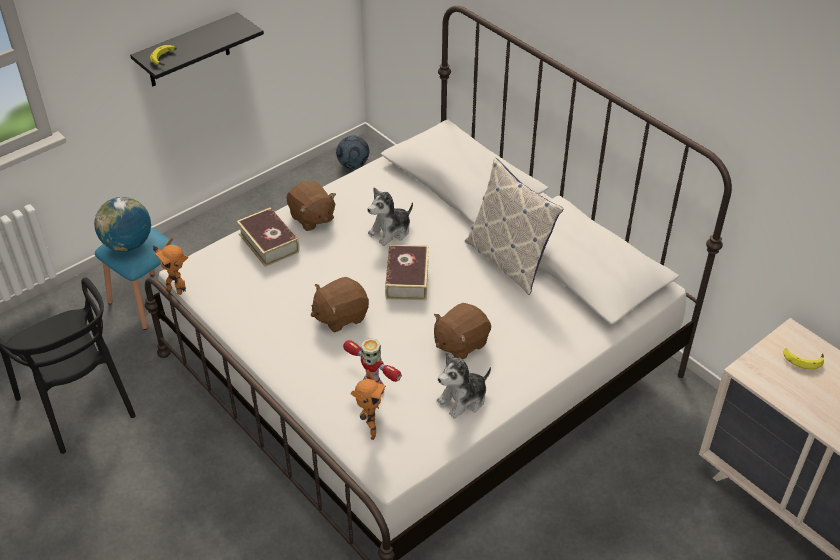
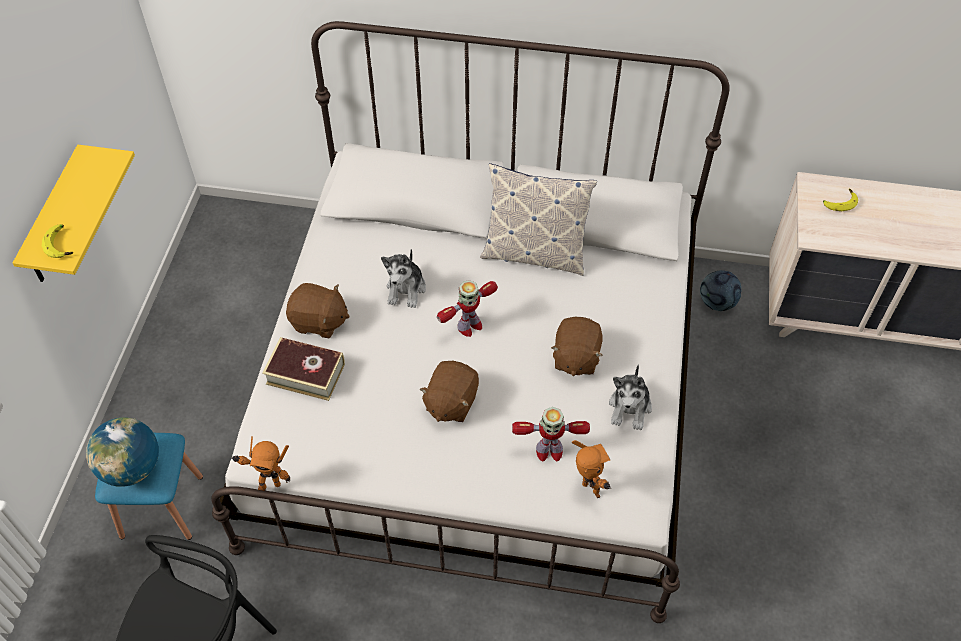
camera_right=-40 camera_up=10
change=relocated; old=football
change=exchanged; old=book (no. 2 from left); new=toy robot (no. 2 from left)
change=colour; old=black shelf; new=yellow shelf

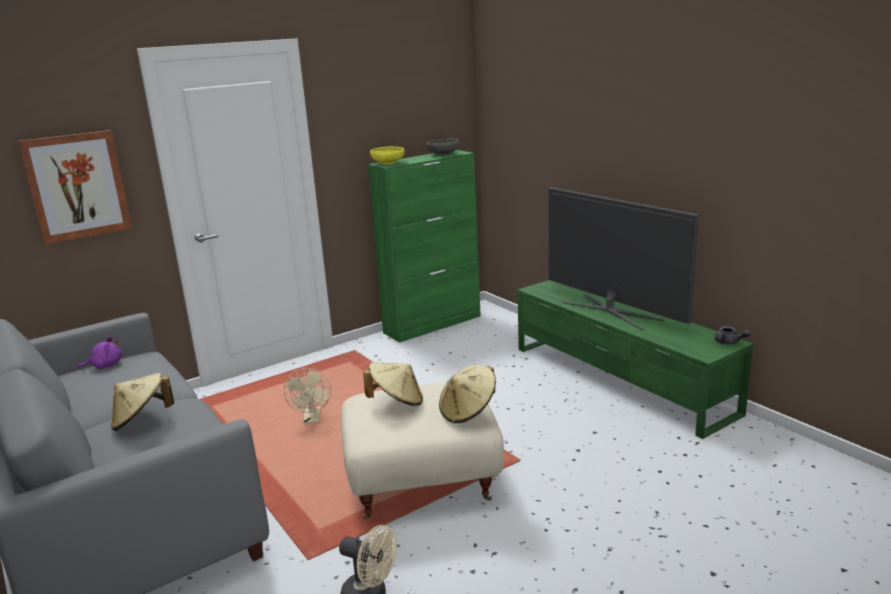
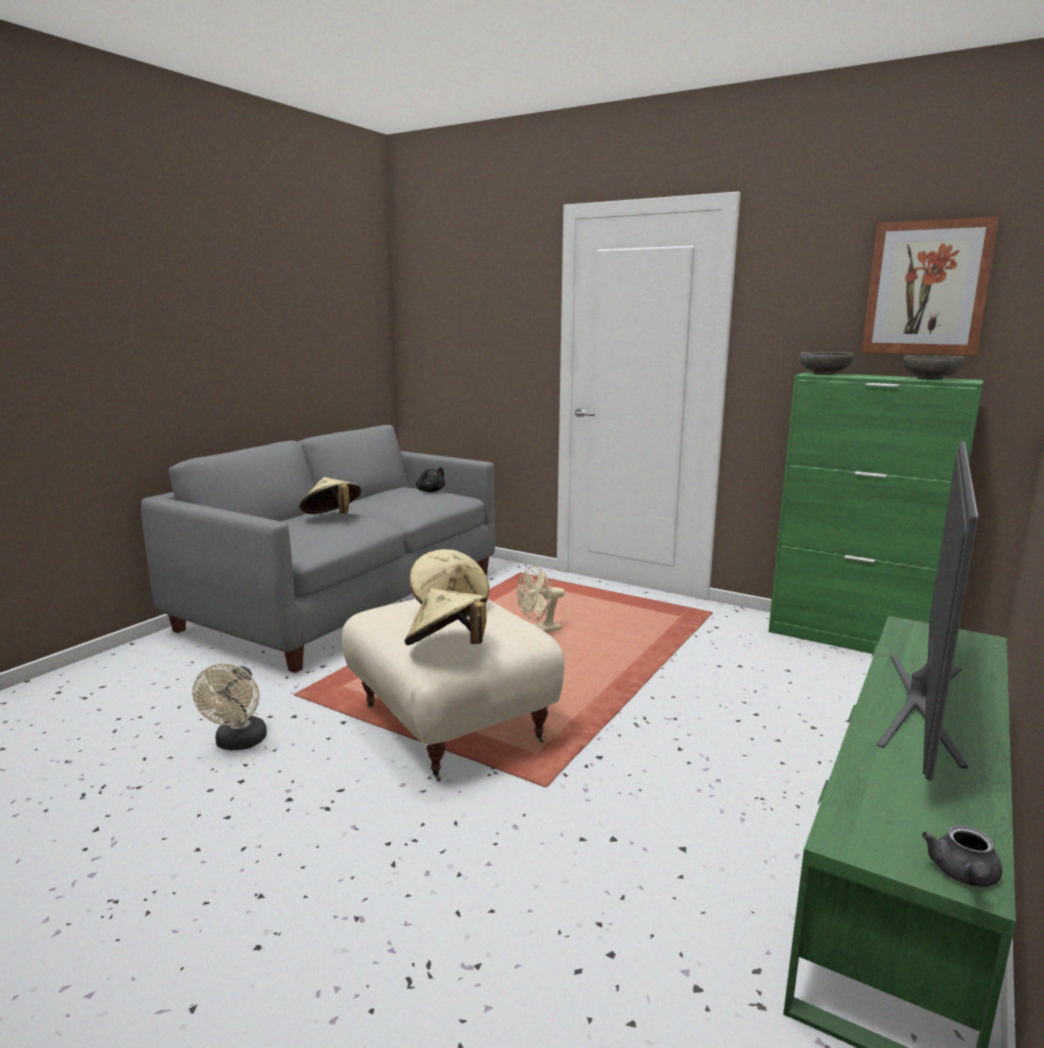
camera_right=65 camera_up=-5
change=relocated; old=picture
change=colour; old=purple plush toy; new=black plush toy
change=colour; old=yellow bowl; new=grey bowl (no. 1 from left)

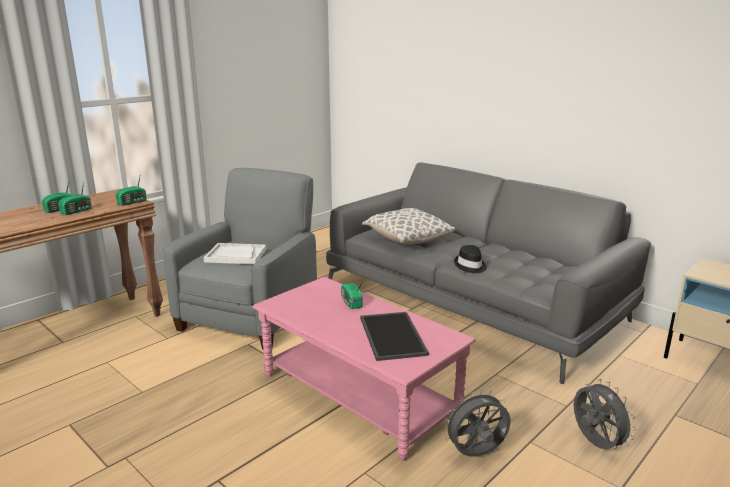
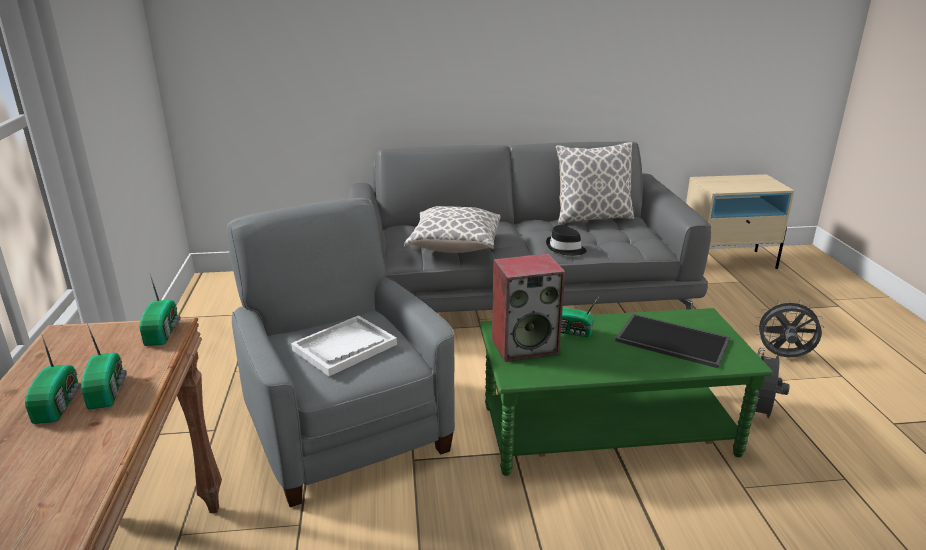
camera_right=-50 camera_up=5
change=appeared; new=speaker
change=appeared; new=pillow (no. 2 from left)
change=colour; old=pink coffee table; new=green coffee table

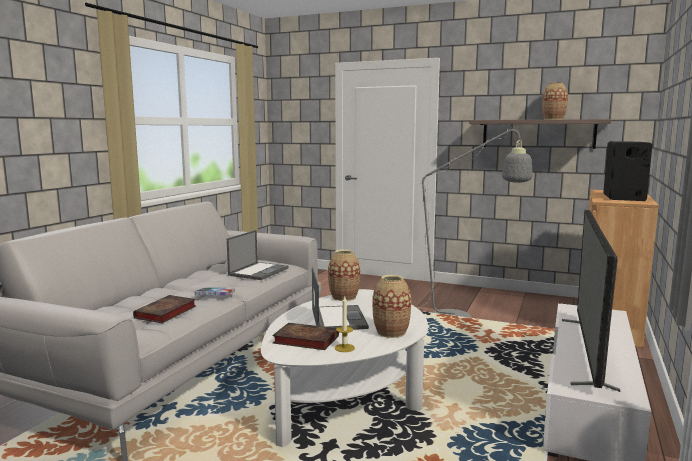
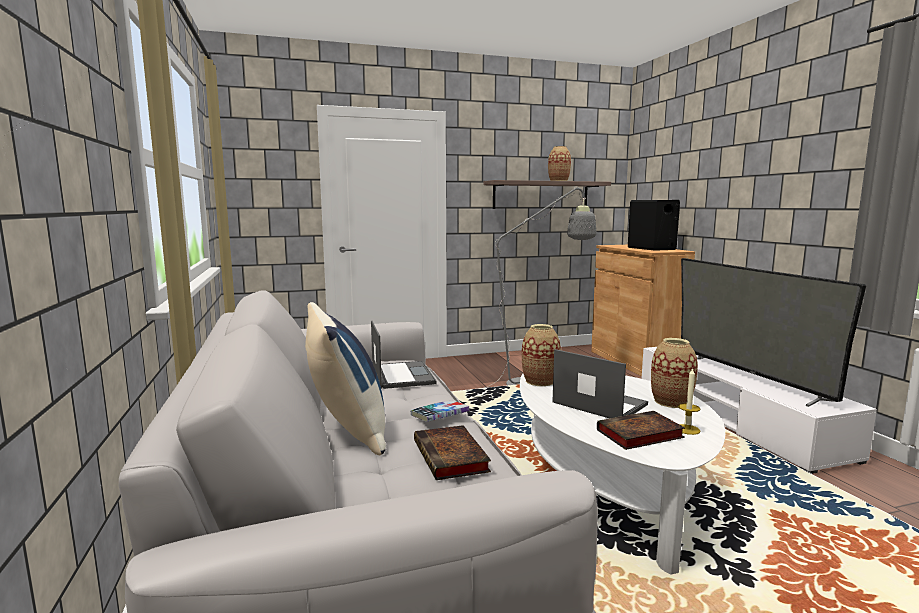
camera_right=-40 camera_up=0
change=appeared; new=blue pillow

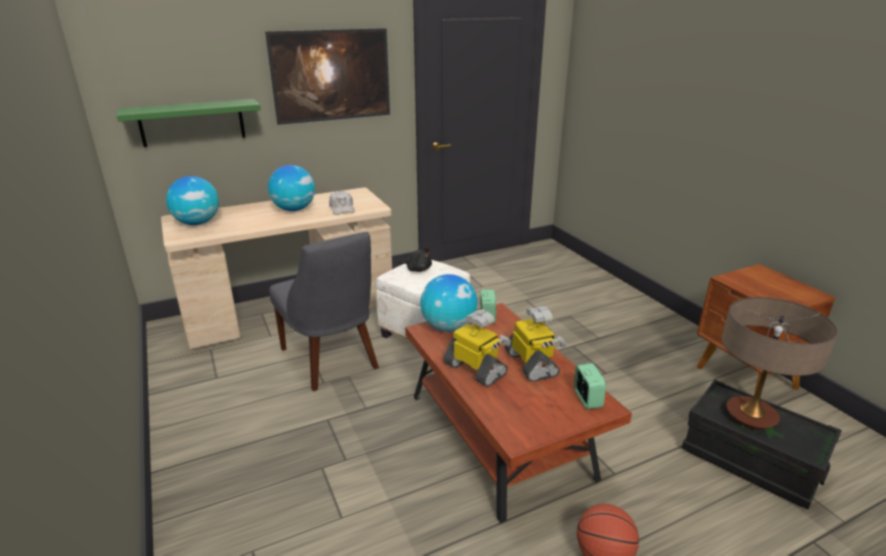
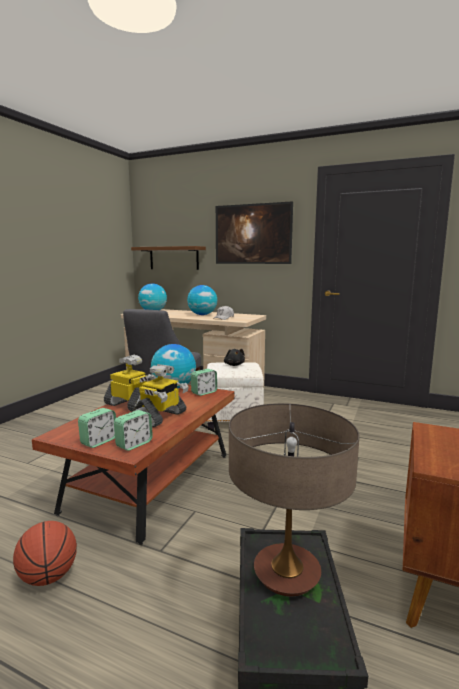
camera_right=50 camera_up=-15
change=appeared; new=alarm clock (no. 1 from left)
change=colour; old=green shelf; new=brown shelf
change=spun; old=toy robot (no. 1 from left); degrees=-60

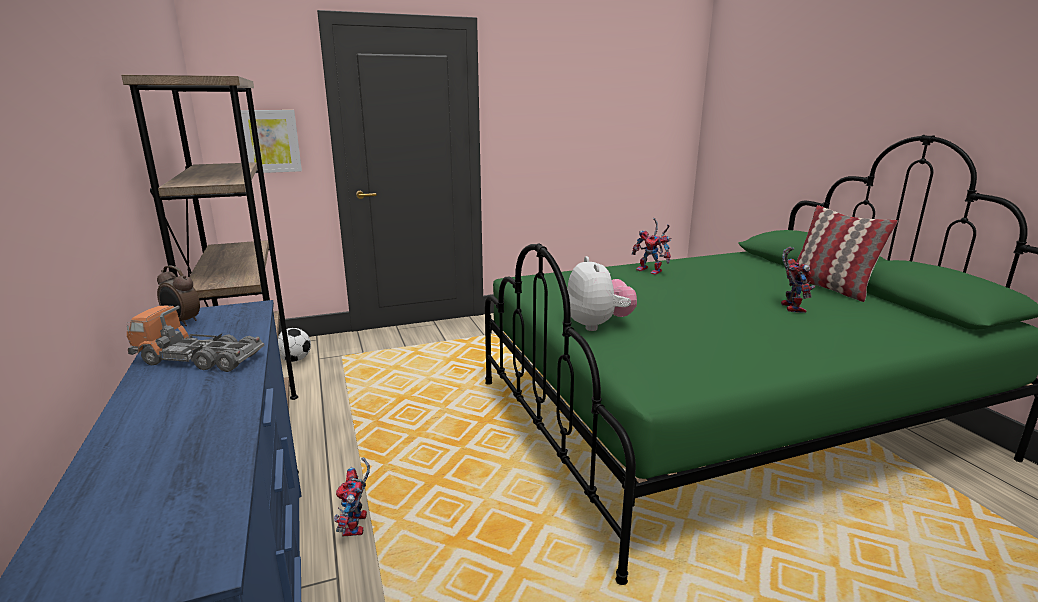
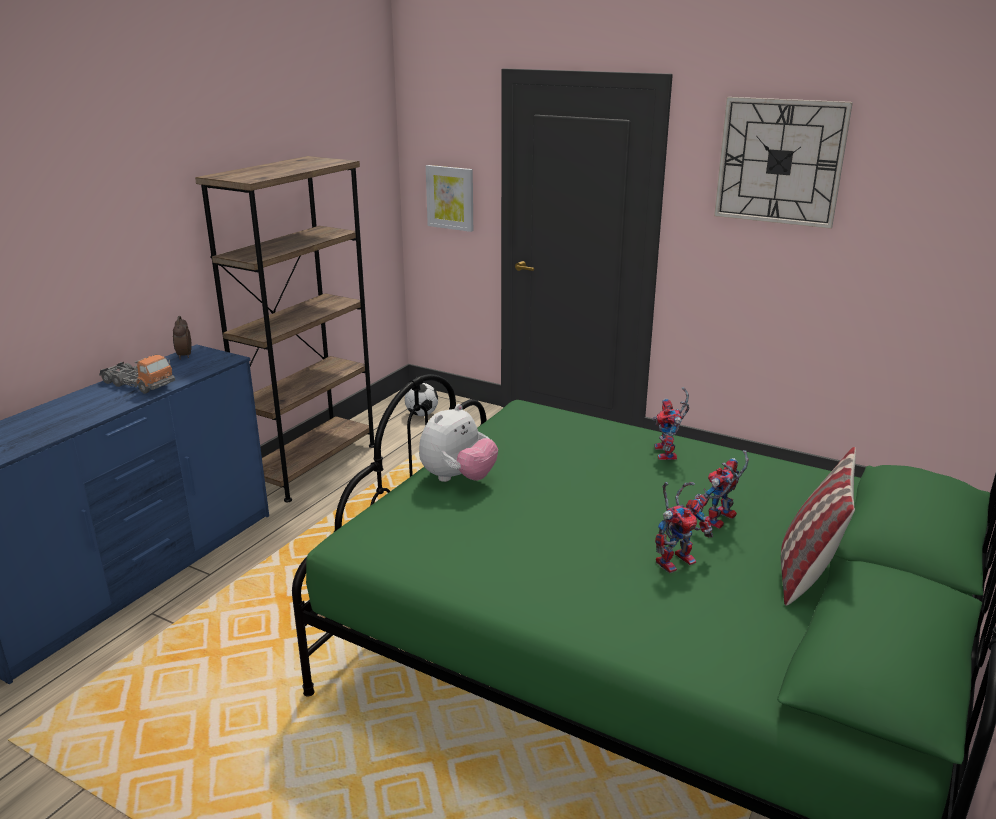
camera_right=50 camera_up=5
change=appeared; new=wall clock
change=relocated; old=toy robot (no. 1 from left in the first image); new=toy robot (no. 3 from left)
change=spun; old=toy truck; degrees=150

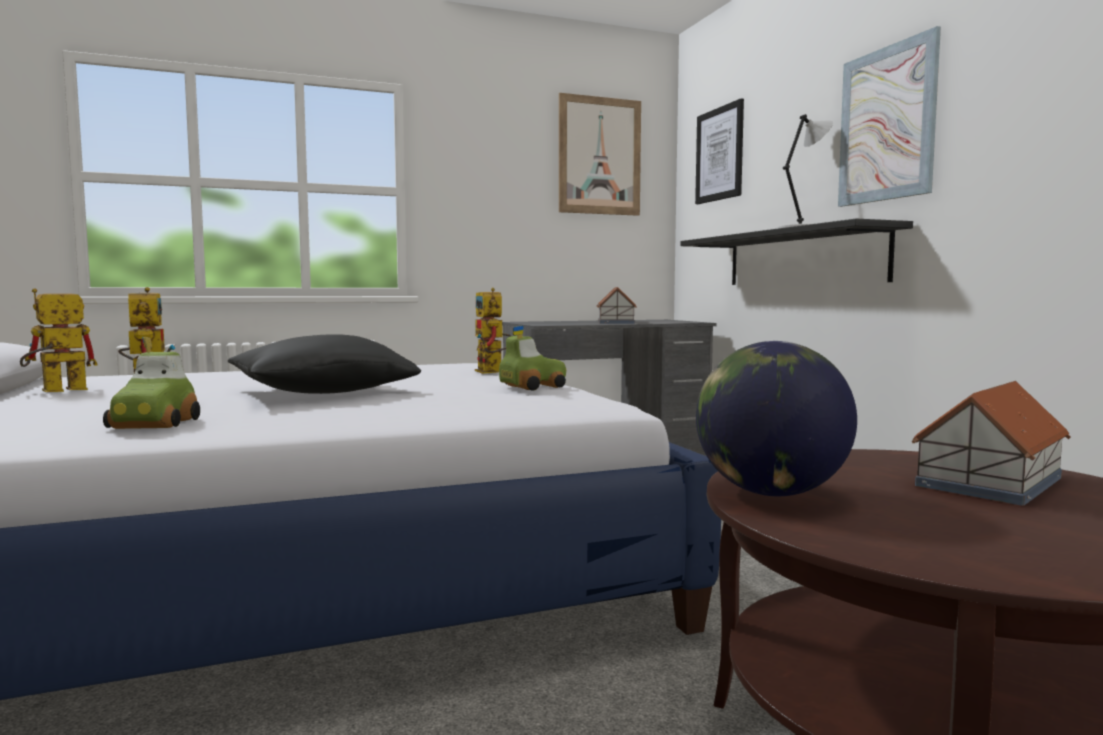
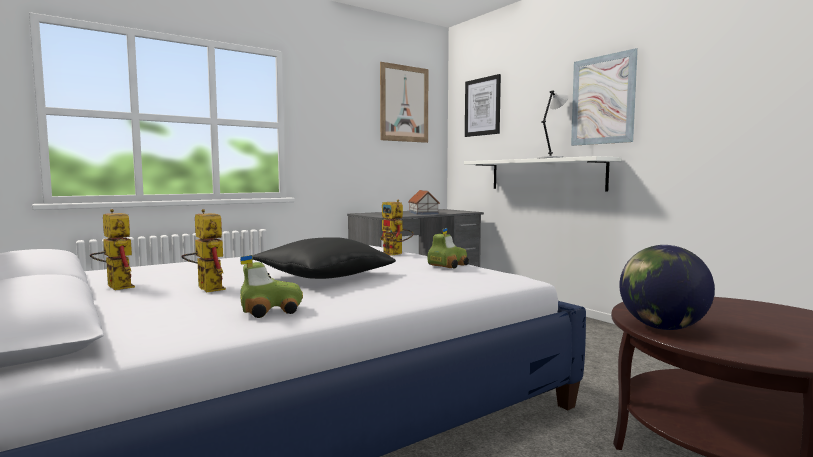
camera_right=-15 camera_up=0
change=missing; old=toy house (no. 2 from left)
change=colour; old=black shelf; new=white shelf
change=spun; old=toy robot (no. 1 from left); degrees=105
change=spun; old=toy car (no. 1 from left); degrees=-90

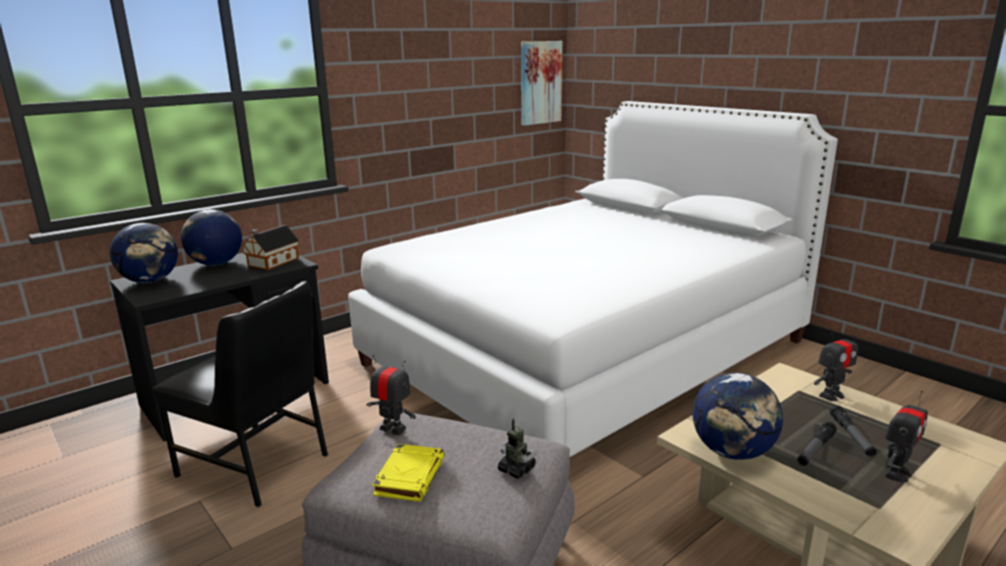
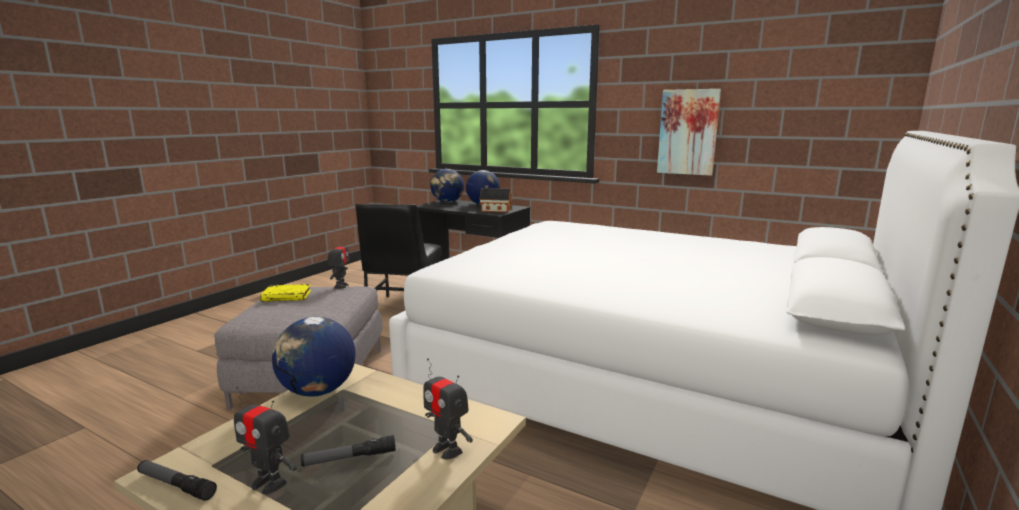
camera_right=70 camera_up=-5
change=missing; old=toy robot (no. 2 from left)
change=relocated; old=picture
change=relocated; old=flashlight (no. 1 from left)

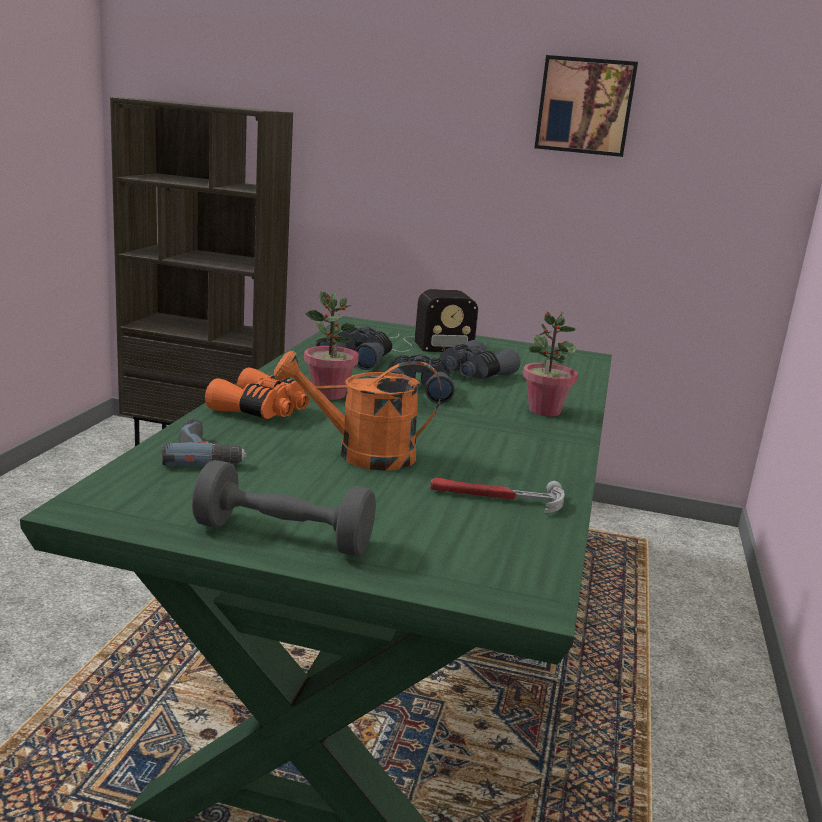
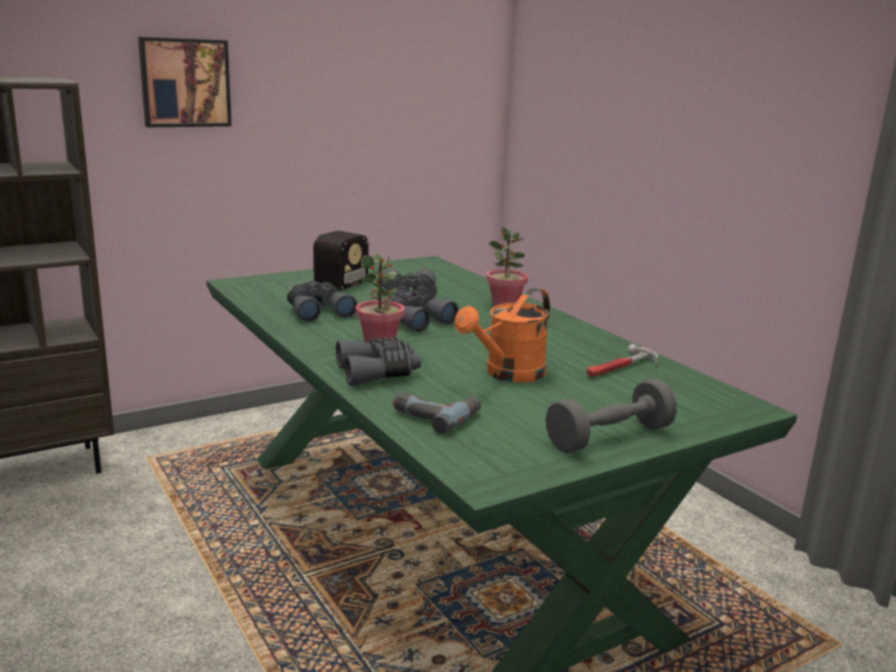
camera_right=-45 camera_up=0
change=relocated; old=picture
change=colour; old=orange binoculars; new=grey binoculars (no. 2 from left)

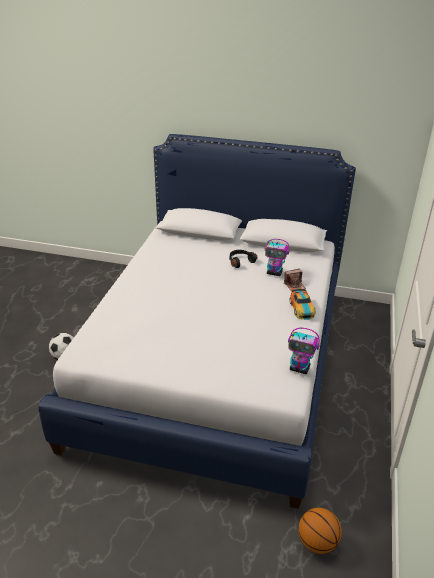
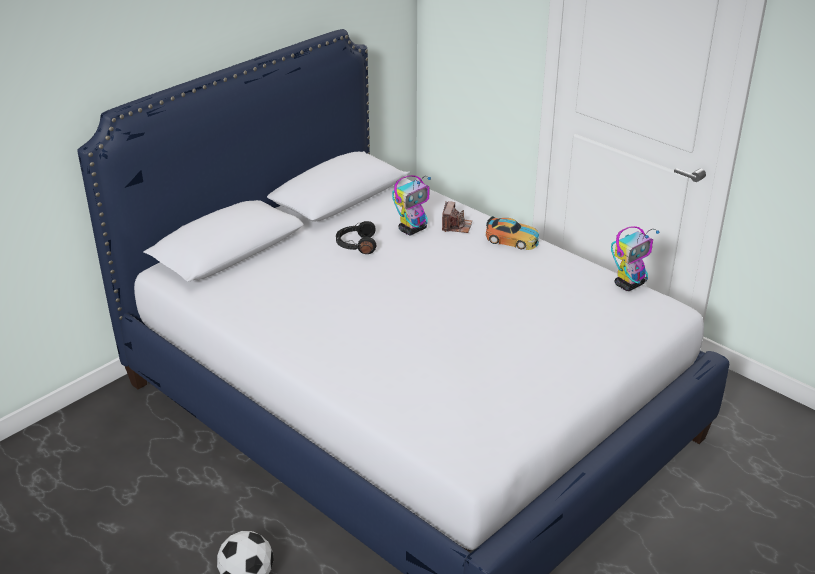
camera_right=-60 camera_up=0
change=missing; old=basketball

